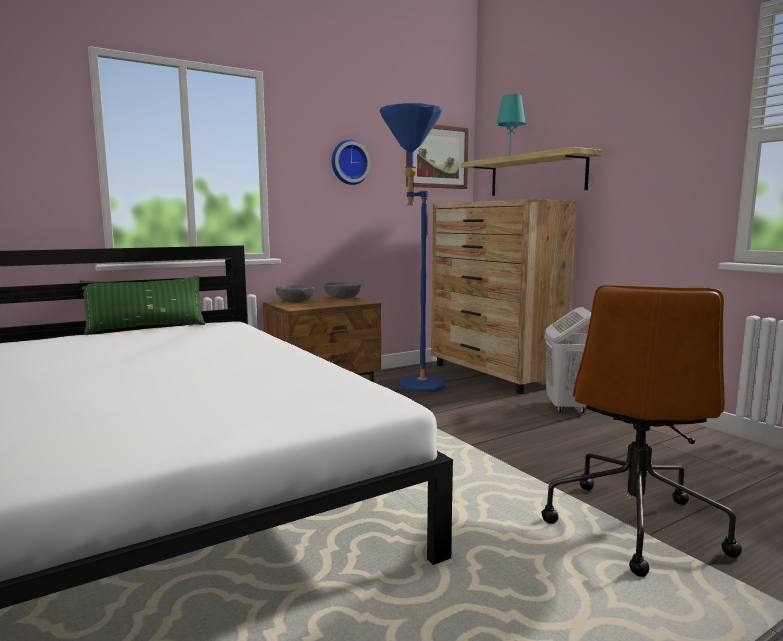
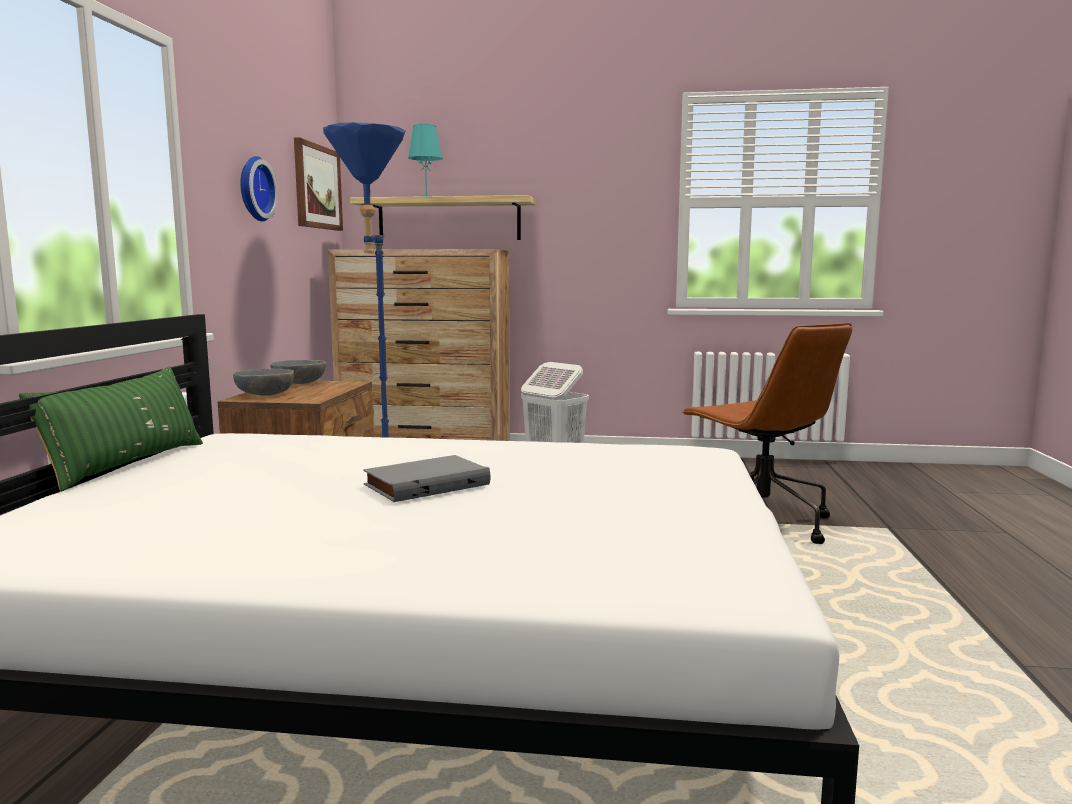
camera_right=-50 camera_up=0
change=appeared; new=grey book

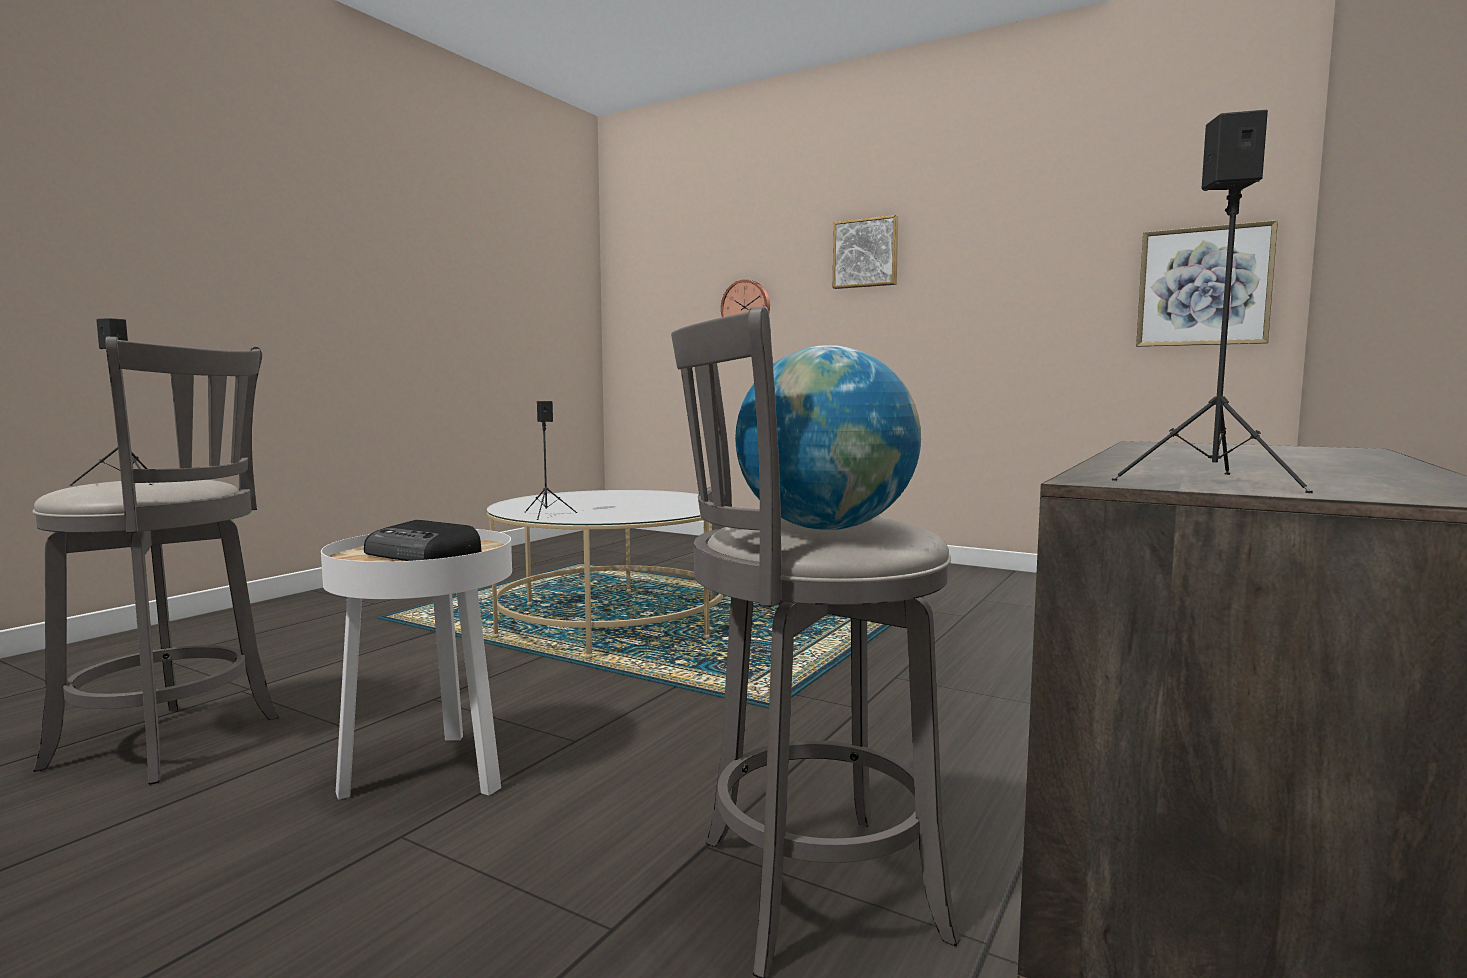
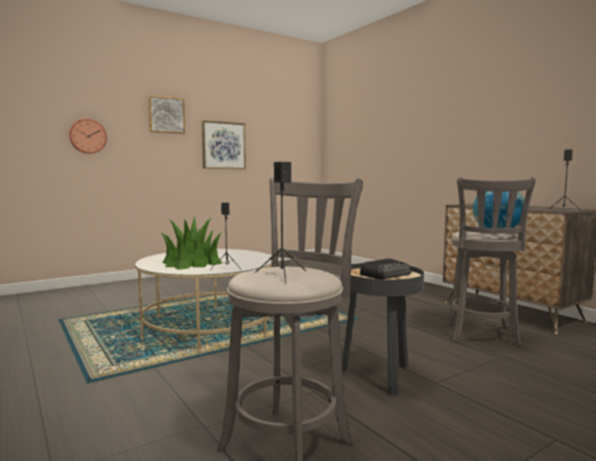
camera_right=-65 camera_up=0
change=appeared; new=potted plant
change=relocated; old=picture (no. 2 from left)
change=colour; old=white side table; new=black side table

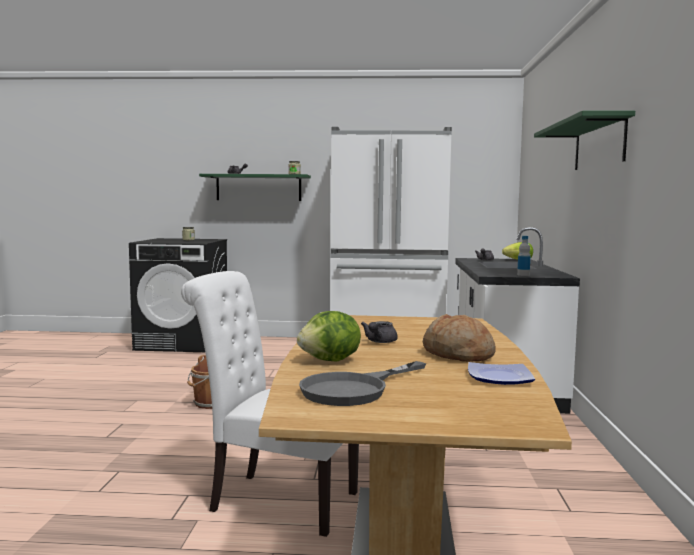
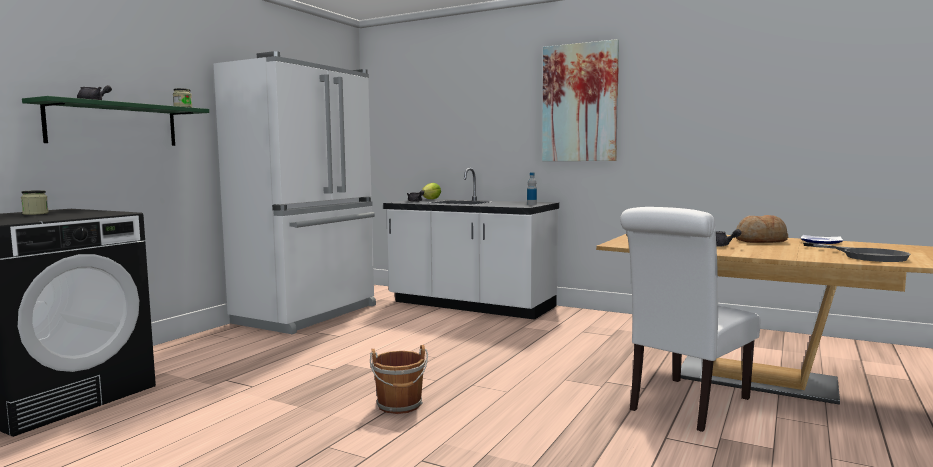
camera_right=-65 camera_up=0
change=missing; old=lettuce (no. 1 from left)
change=exchanged; old=green shelf (no. 2 from left); new=picture

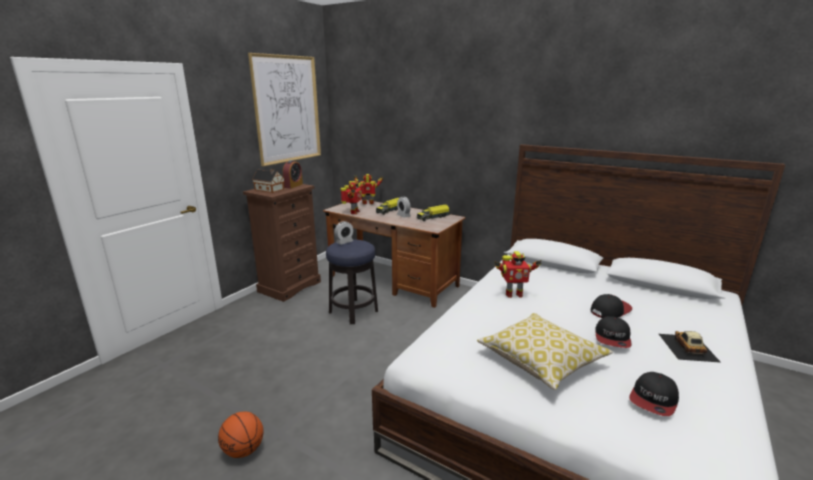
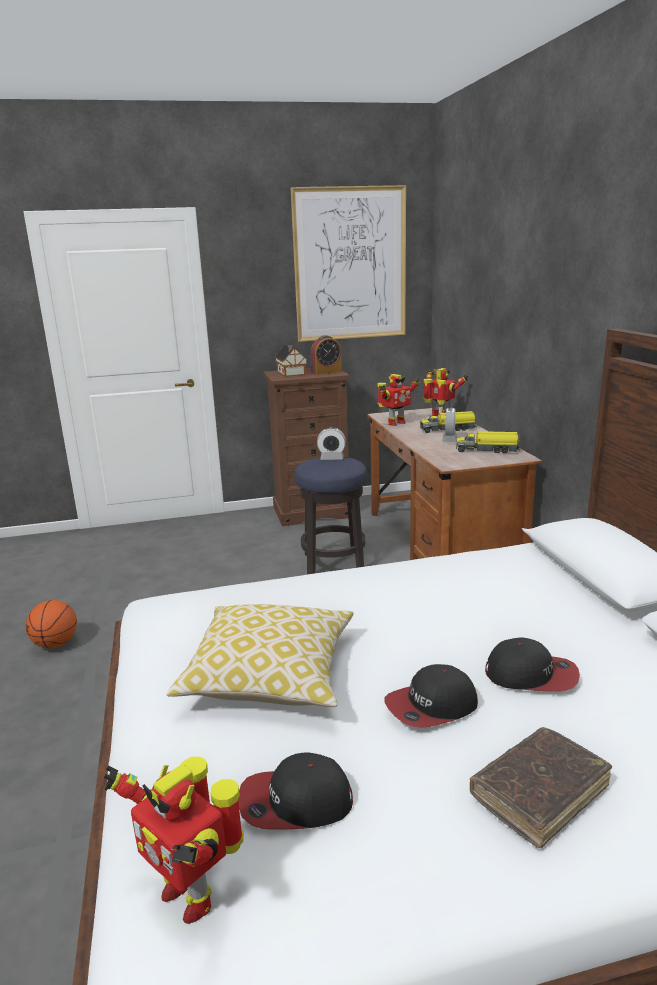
camera_right=45 camera_up=0
change=relocated; old=toy robot (no. 3 from left in the first image); new=toy robot (no. 1 from left)
change=exchanged; old=toy car; new=brown book

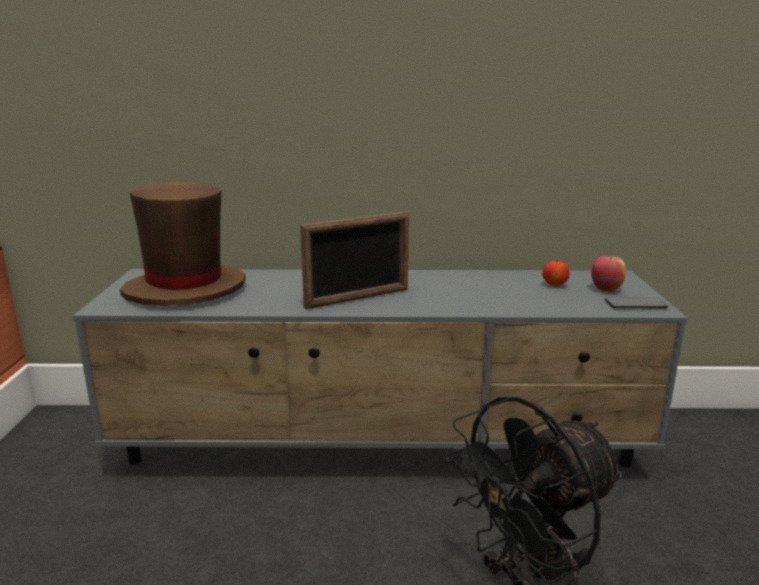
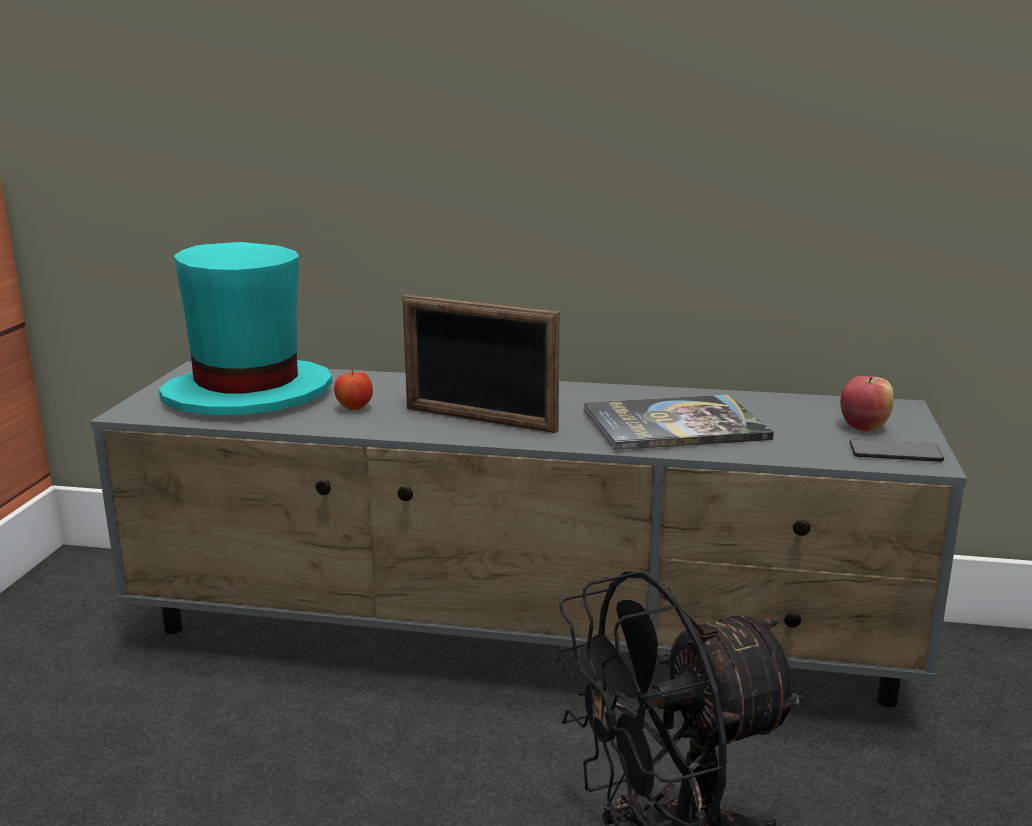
camera_right=10 camera_up=0
change=appeared; new=book
change=relocated; old=apple (no. 1 from left)
change=colour; old=brown hat; new=turquoise hat
change=spun; old=picture frame; degrees=45

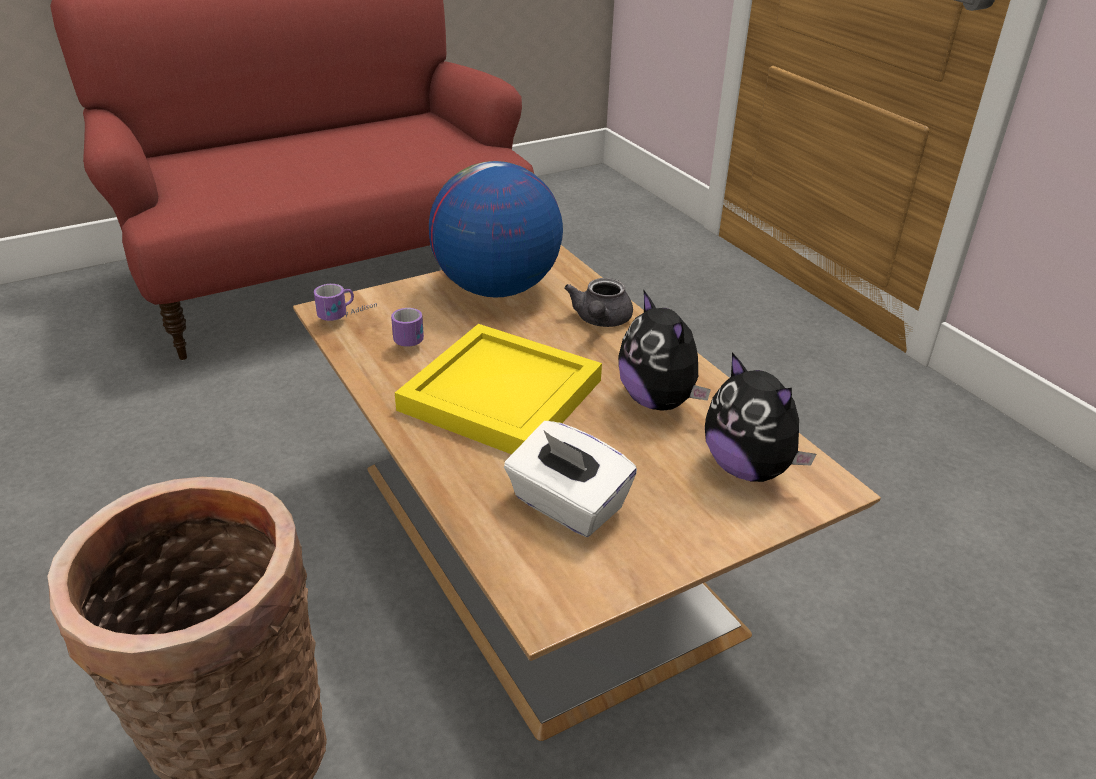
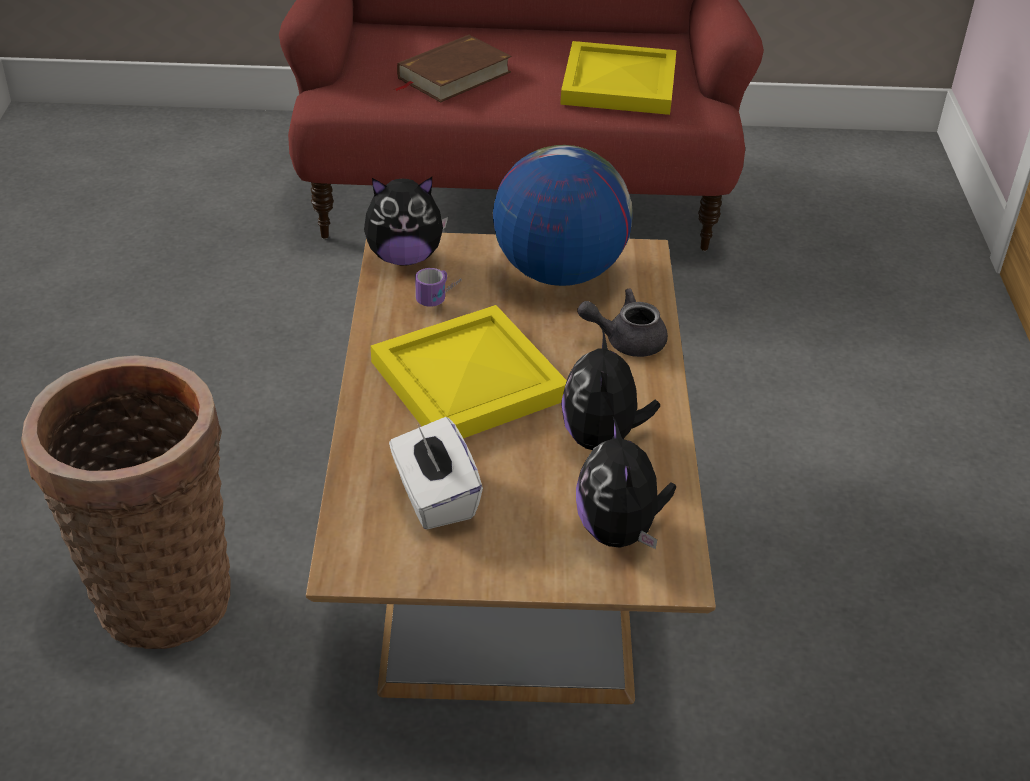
camera_right=30 camera_up=5
change=appeared; new=brown book
change=appeared; new=yellow tray (no. 2 from left)
change=exchanged; old=mug (no. 1 from left); new=plush toy (no. 1 from left)
change=spun; old=grey teapot; degrees=45

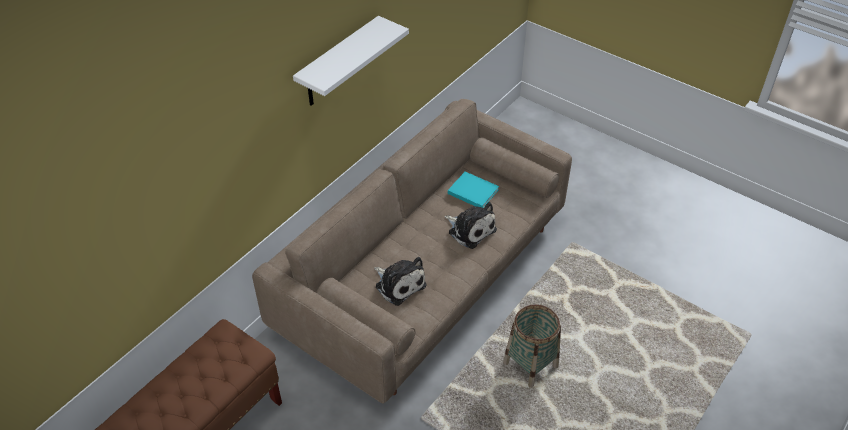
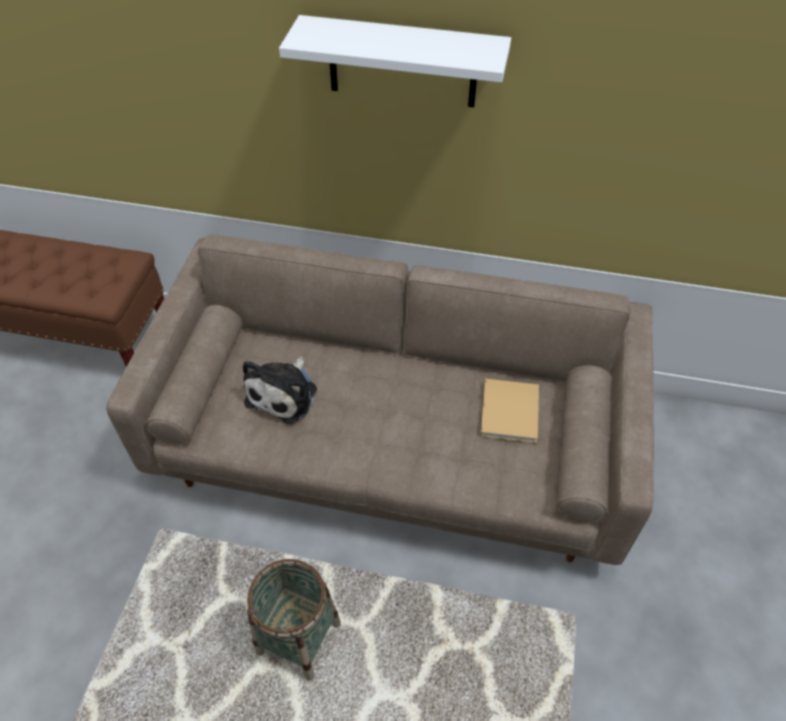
camera_right=65 camera_up=5
change=missing; old=plush toy (no. 2 from left)
change=colour; old=turquoise book; new=beige book

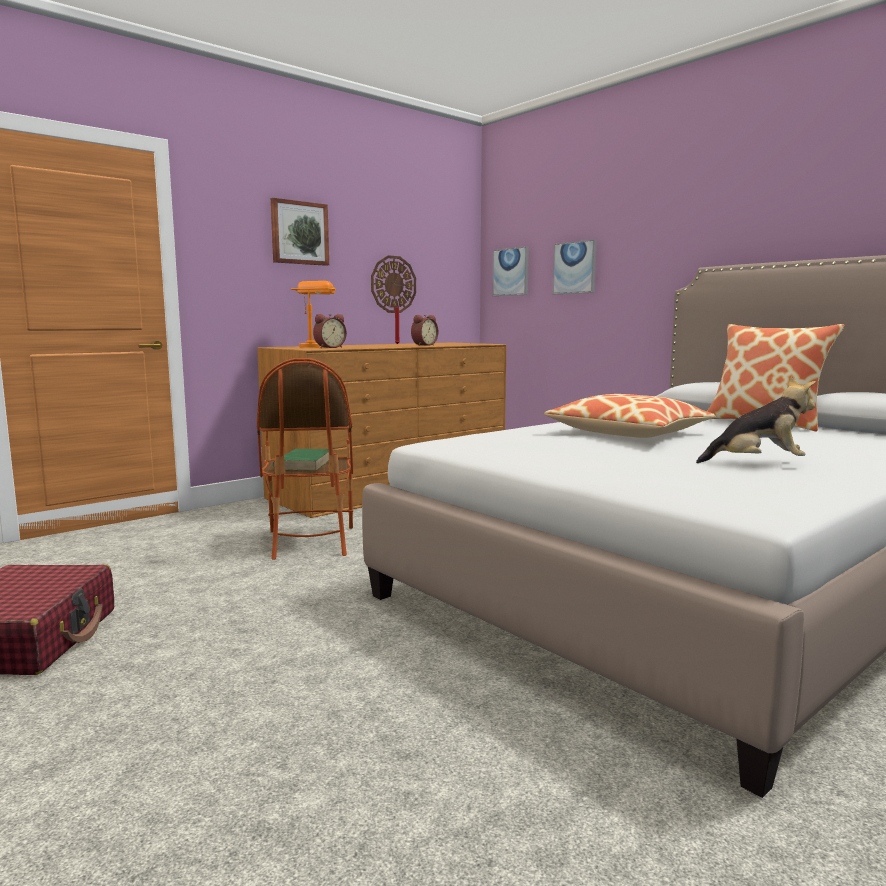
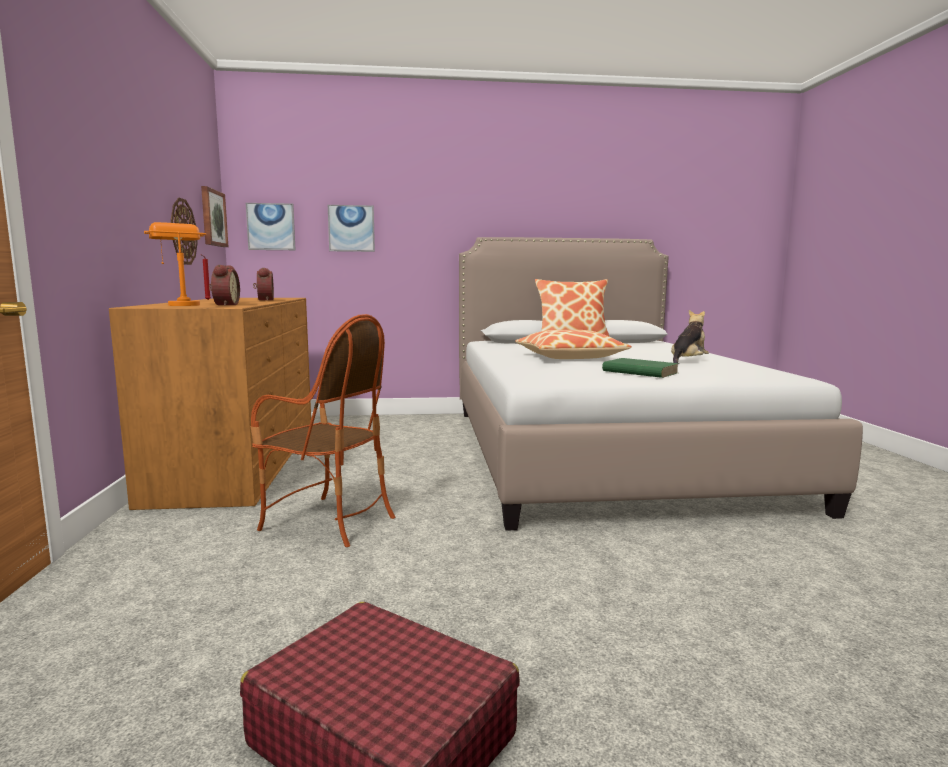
camera_right=-55 camera_up=0
change=relocated; old=picture (no. 1 from left)
change=relocated; old=green book

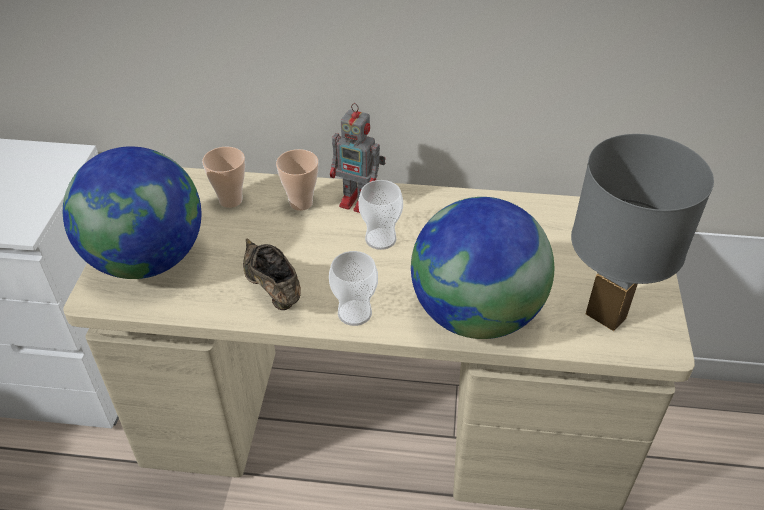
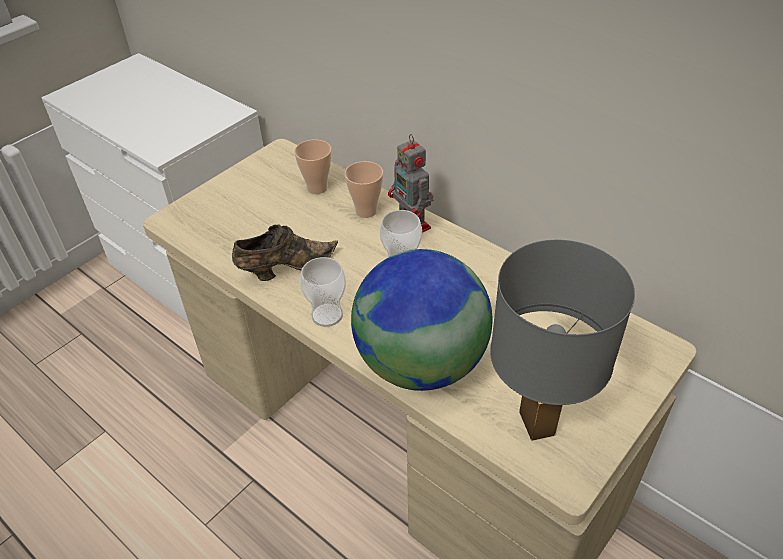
camera_right=35 camera_up=0
change=missing; old=globe (no. 1 from left)
change=spun; old=brown shoe; degrees=60

